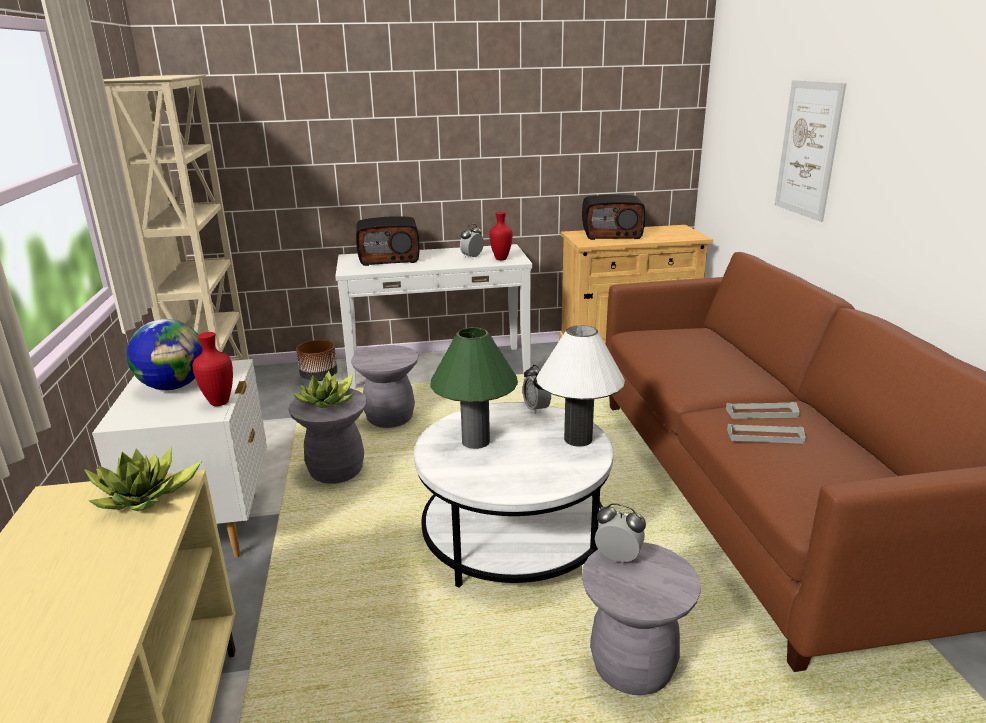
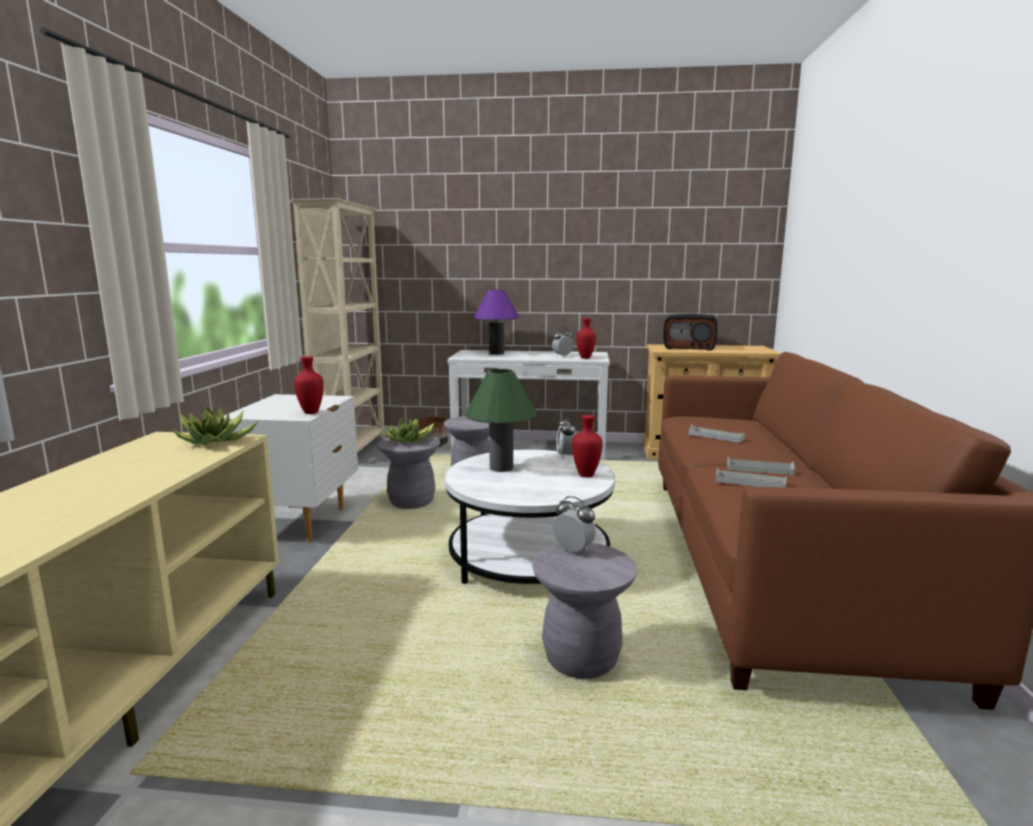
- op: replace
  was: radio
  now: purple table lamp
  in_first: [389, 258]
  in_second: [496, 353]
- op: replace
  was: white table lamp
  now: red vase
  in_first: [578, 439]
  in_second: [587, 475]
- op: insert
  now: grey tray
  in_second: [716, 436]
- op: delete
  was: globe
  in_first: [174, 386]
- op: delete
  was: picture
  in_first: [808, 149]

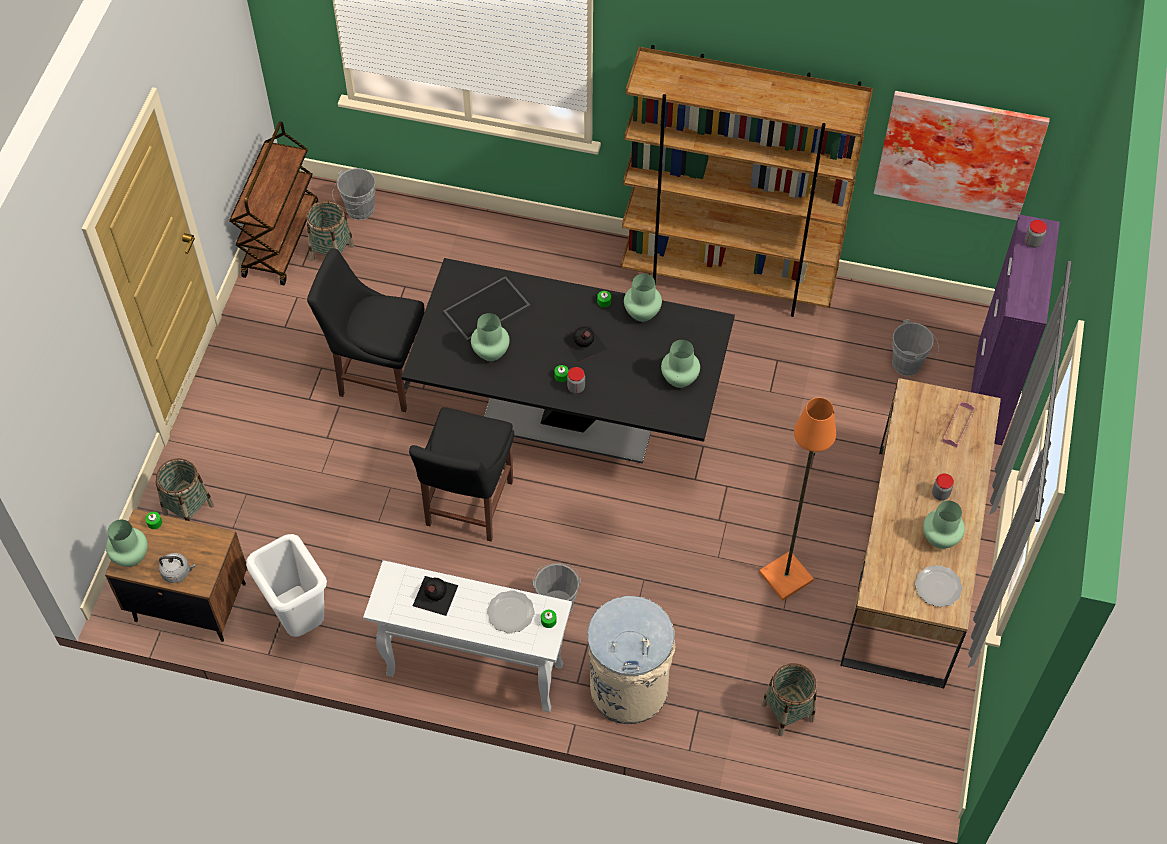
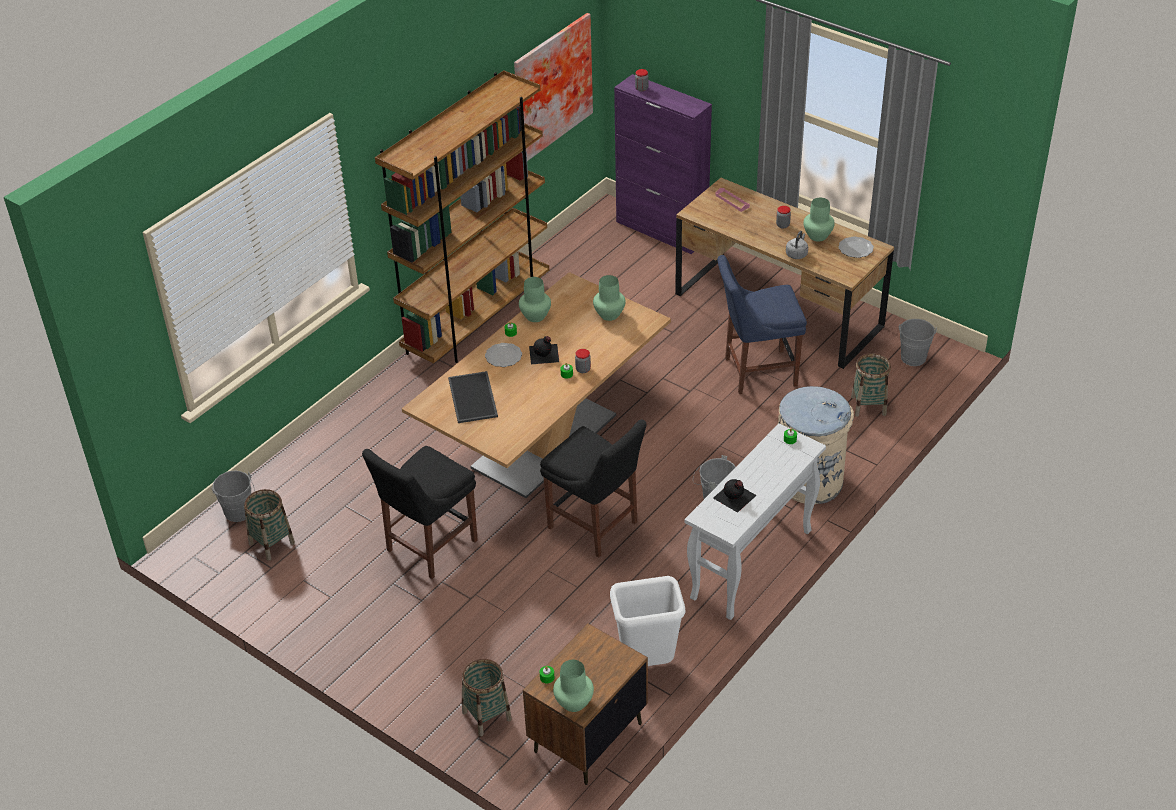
- op: recolor
  was: black dining table
  now: beige dining table
  in_first: [570, 414]
  in_second: [544, 442]
- op: move
  was: plate
  in_first: [511, 613]
  in_second: [504, 356]
- op: replace
  was: orange floor lamp
  now: blue chair
  in_first: [786, 575]
  in_second: [756, 372]
- op: move
  was: grey kettle
  in_first: [178, 572]
  in_second: [797, 254]
- op: move
  was: grey bucket
  in_first: [910, 363]
  in_second: [913, 356]
- op: delete
  was: brown cart
  in_first: [280, 239]
- op: delete
  was: green vase
  in_first: [491, 352]

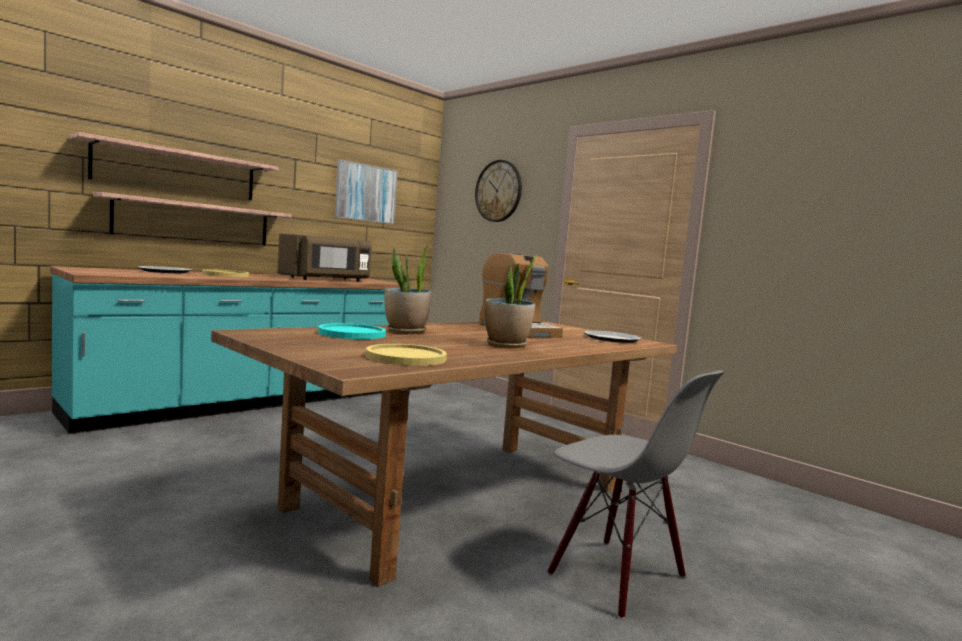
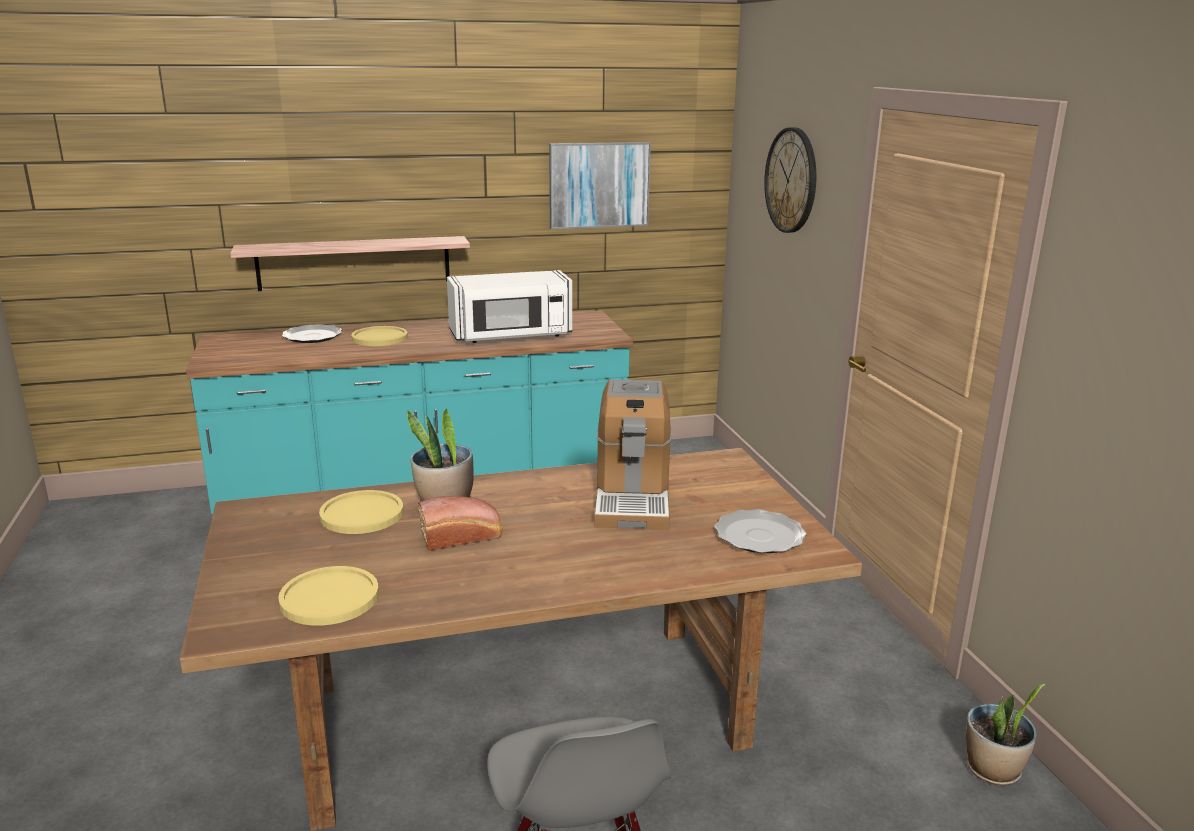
- op: recolor
  was: turquoise plate
  now: yellow plate
  in_first: [352, 333]
  in_second: [362, 514]
- op: insert
  now: bread
  in_second: [462, 537]
- op: recolor
  was: brown microwave
  now: white microwave
  in_first: [326, 279]
  in_second: [511, 336]
- op: move
  was: potted plant
  in_first: [506, 345]
  in_second: [993, 770]
- op: delete
  was: shelf
  in_first: [177, 172]

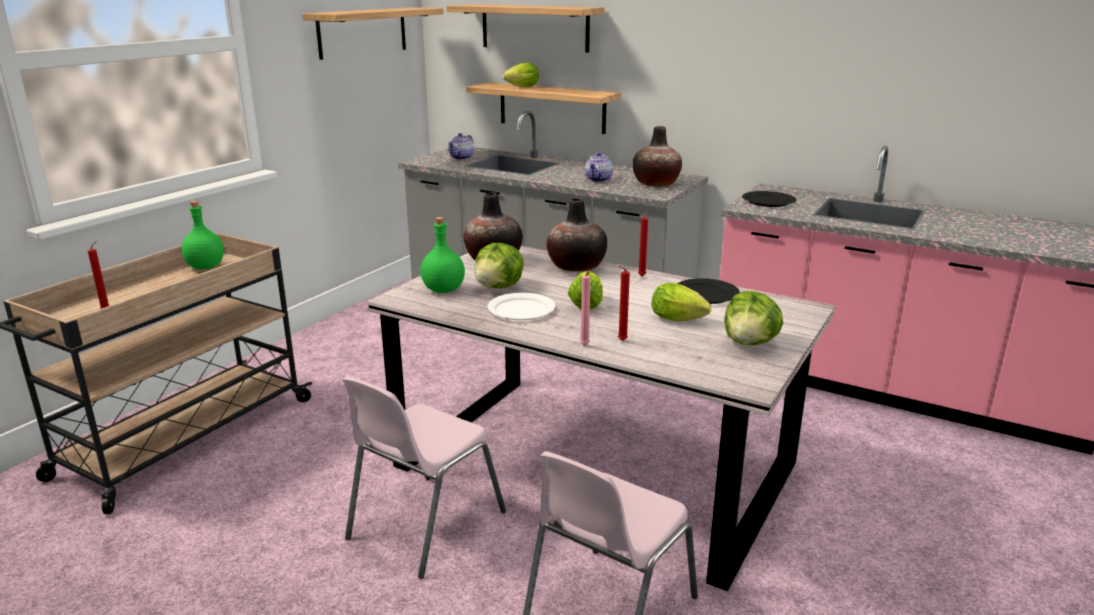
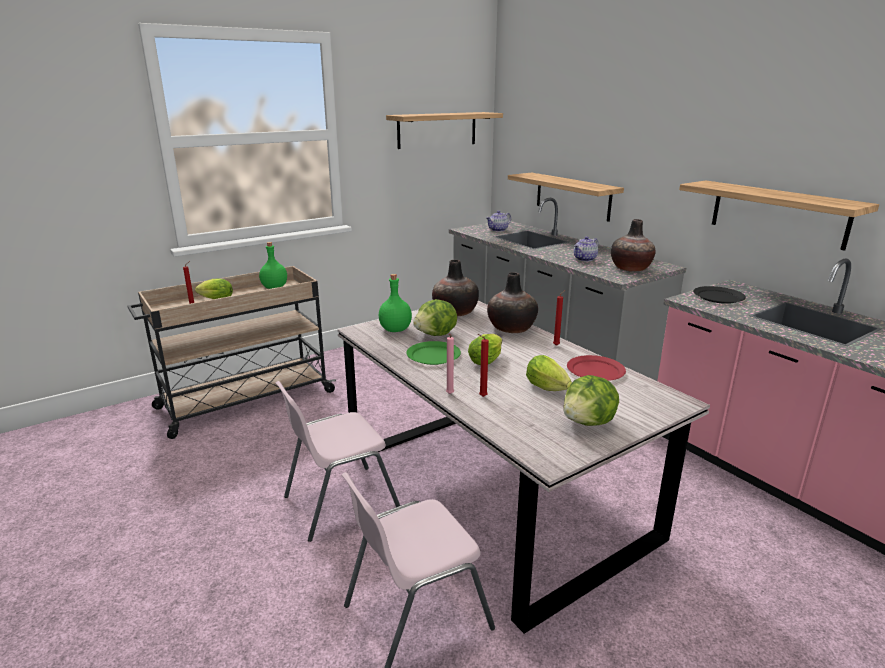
- op: move
  was: lettuce
  in_first: [520, 87]
  in_second: [215, 300]
- op: recolor
  was: white plate
  now: green plate
  in_first: [522, 310]
  in_second: [433, 355]
- op: recolor
  was: black plate
  now: red plate
  in_first: [706, 294]
  in_second: [595, 371]
- op: move
  was: shelf
  in_first: [534, 27]
  in_second: [778, 213]

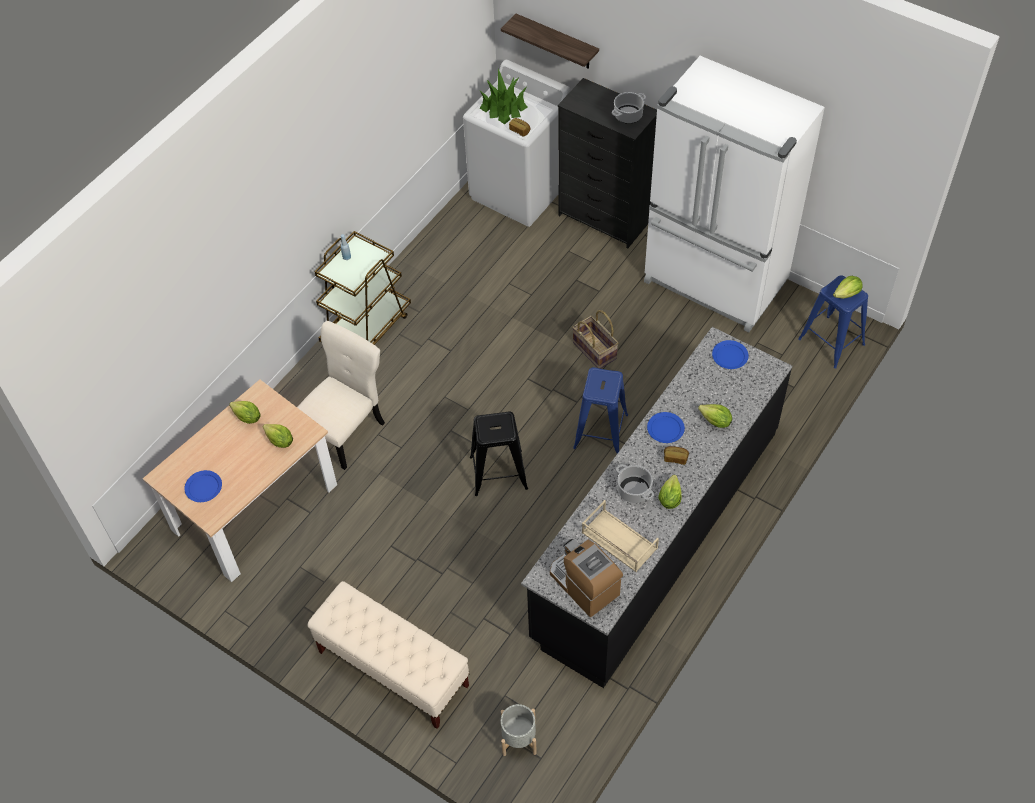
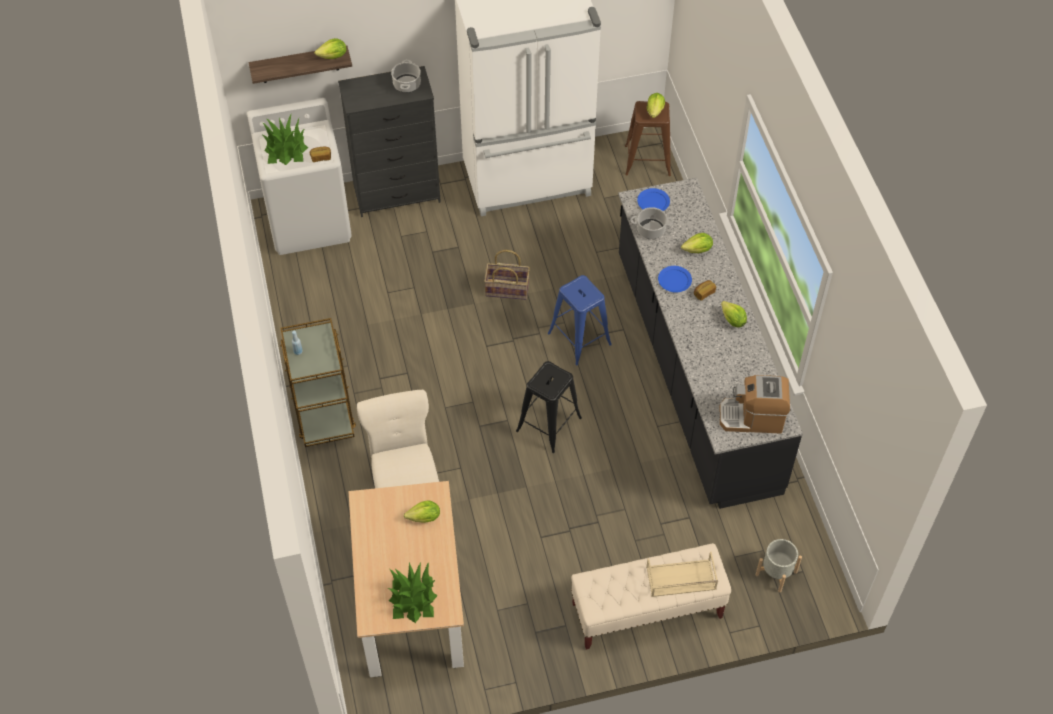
- op: move
  was: lettuce
  in_first: [247, 418]
  in_second: [333, 57]
- op: replace
  was: blue plate
  now: potted plant
  in_first: [204, 487]
  in_second: [413, 598]
- op: recolor
  was: blue stool
  now: brown stool
  in_first: [831, 341]
  in_second: [647, 160]
- op: move
  was: cooking pot
  in_first: [634, 490]
  in_second: [651, 230]
- op: move
  was: beige tray
  in_first: [618, 540]
  in_second: [680, 579]

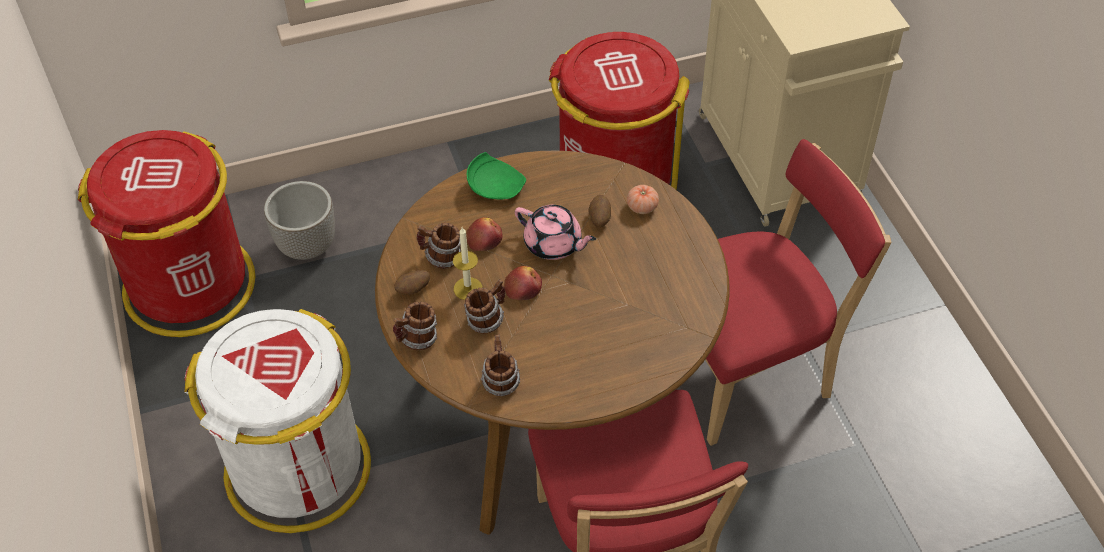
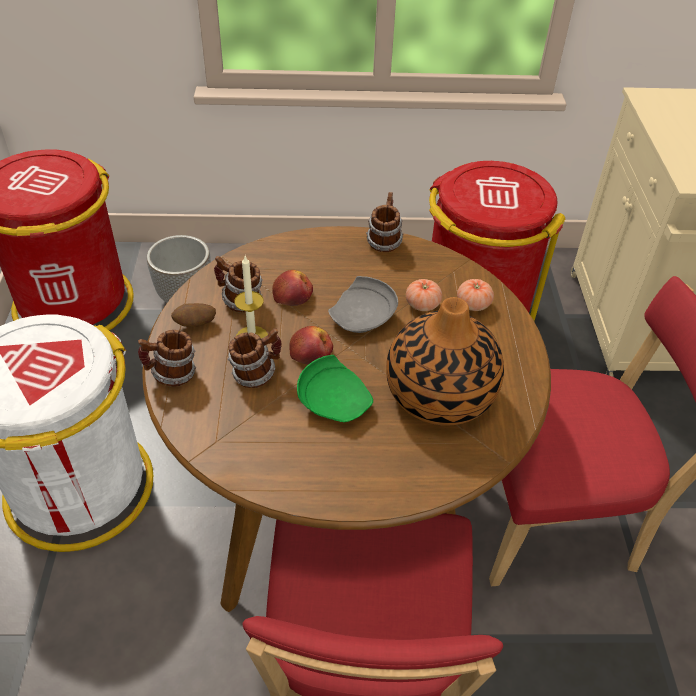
- op: move
  was: green plate
  in_first: [496, 186]
  in_second: [335, 401]
- op: replace
  was: pink teapot
  now: grey plate
  in_first: [554, 244]
  in_second: [363, 317]
- op: move
  was: mug
  in_first: [500, 381]
  in_second: [384, 241]
- op: insert
  now: vase
  in_second: [440, 394]
- op: replace
  was: potato
  now: tomato
  in_first: [599, 219]
  in_second: [422, 304]

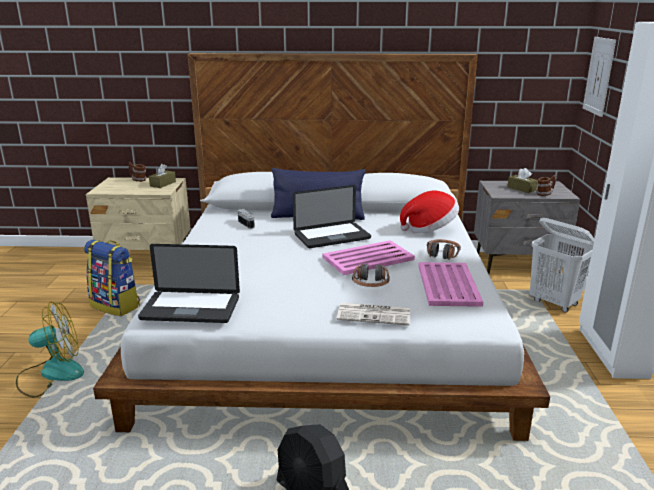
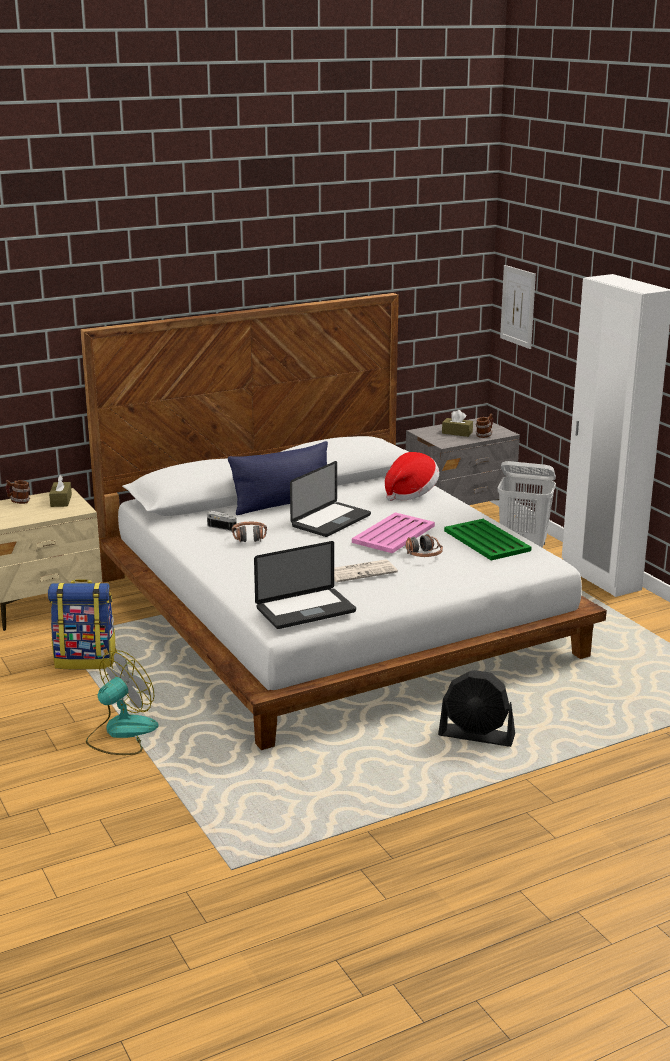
- op: move
  was: headphones
  in_first: [442, 254]
  in_second: [249, 537]
- op: move
  was: newspaper
  in_first: [375, 314]
  in_second: [361, 571]
- op: recolor
  was: pink tray
  now: green tray
  in_first: [448, 284]
  in_second: [486, 540]

